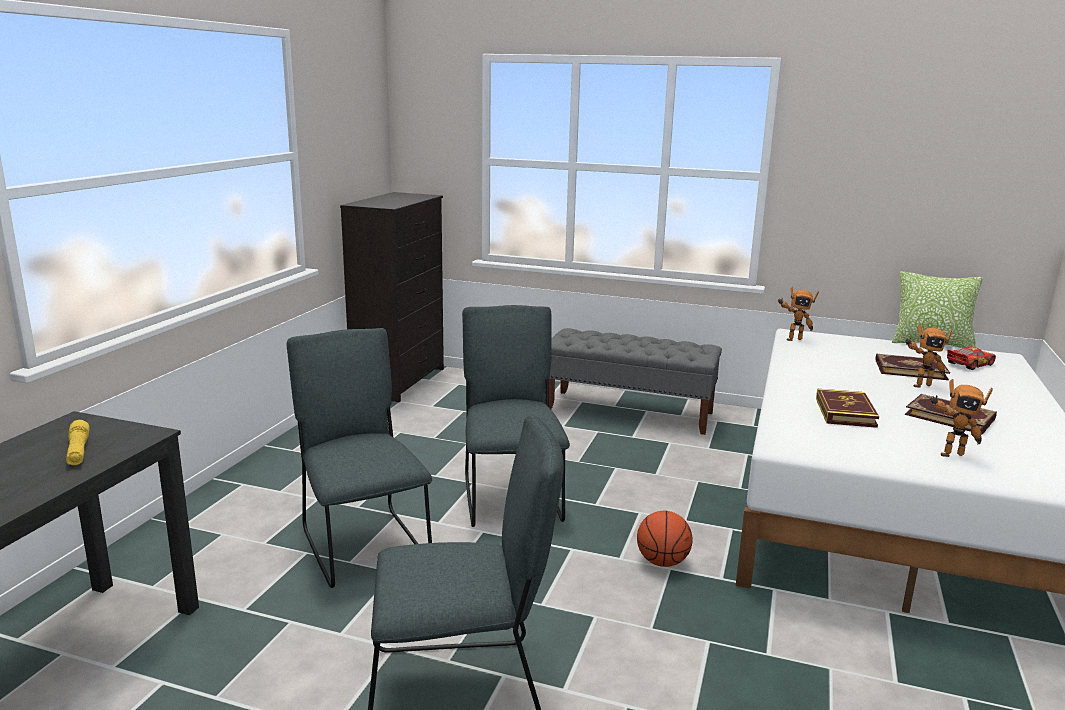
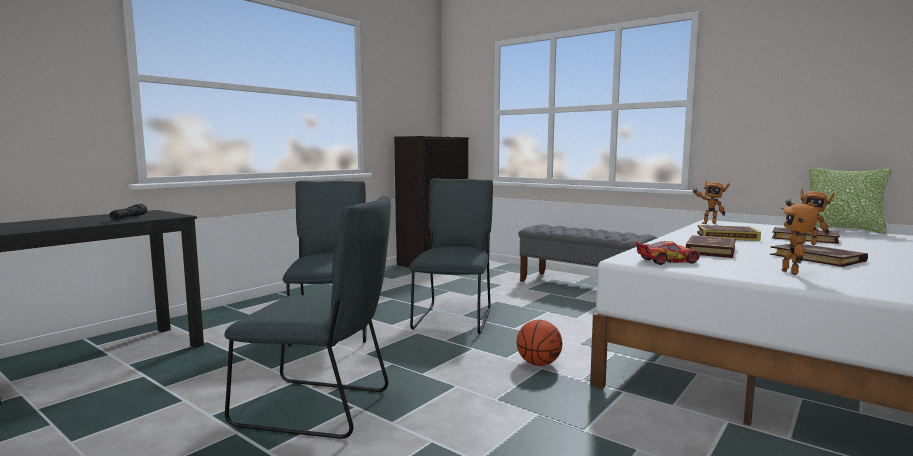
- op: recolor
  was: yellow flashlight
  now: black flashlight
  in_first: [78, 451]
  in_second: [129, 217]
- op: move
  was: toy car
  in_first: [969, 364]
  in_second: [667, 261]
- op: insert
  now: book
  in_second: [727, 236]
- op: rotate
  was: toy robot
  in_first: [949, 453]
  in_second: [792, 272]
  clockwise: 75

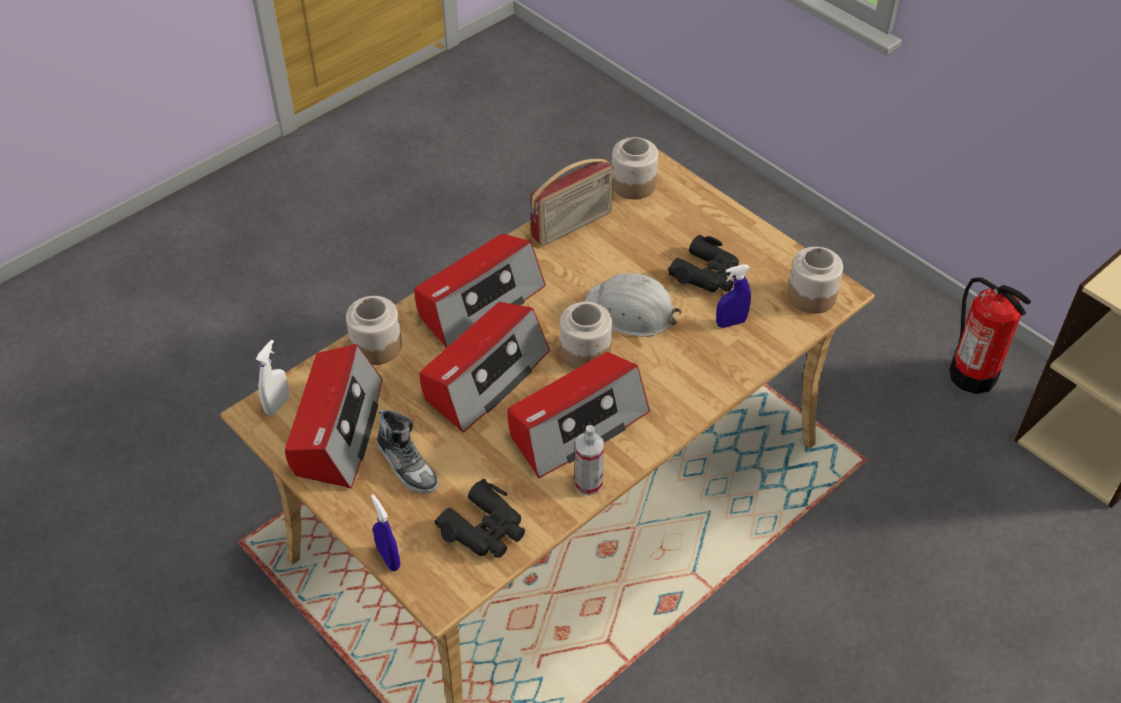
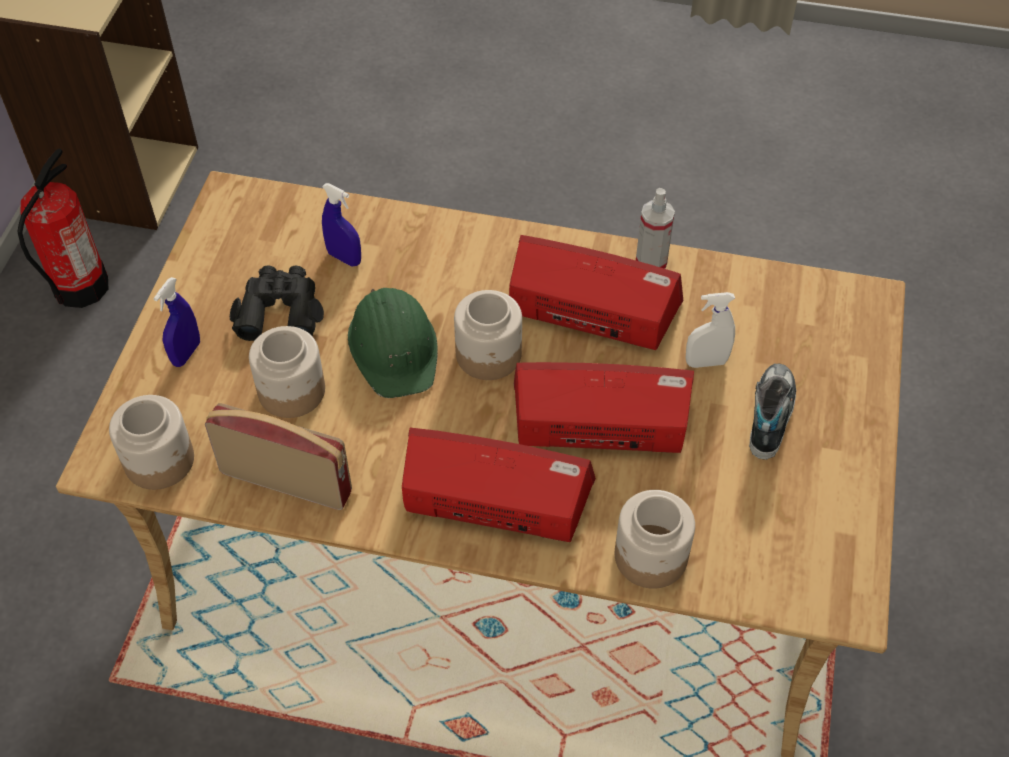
- op: move
  was: blue spray bottle
  in_first: [388, 558]
  in_second: [186, 353]
- op: move
  was: jar
  in_first: [811, 295]
  in_second: [291, 391]
- op: recolor
  was: white hard hat
  now: green hard hat
  in_first: [630, 311]
  in_second: [394, 347]
- op: move
  was: white spray bottle
  in_first: [277, 405]
  in_second: [706, 362]
- op: delete
  was: radio
  in_first: [337, 429]
- op: delete
  was: black binoculars
  in_first: [485, 529]

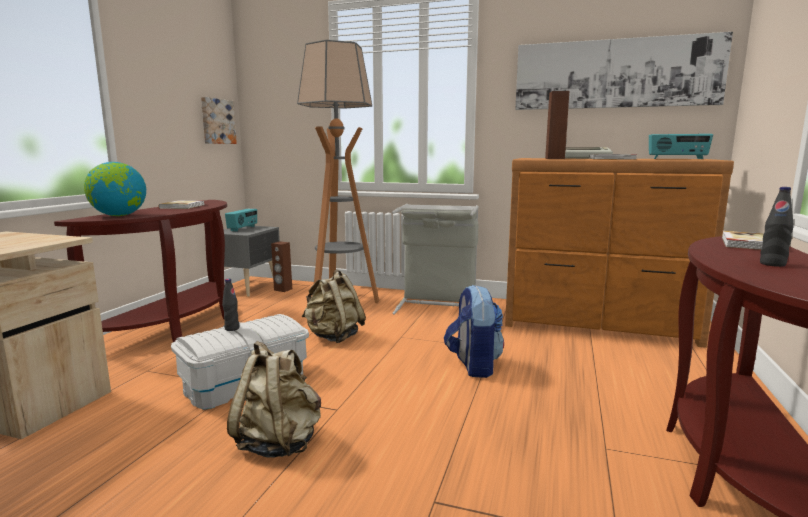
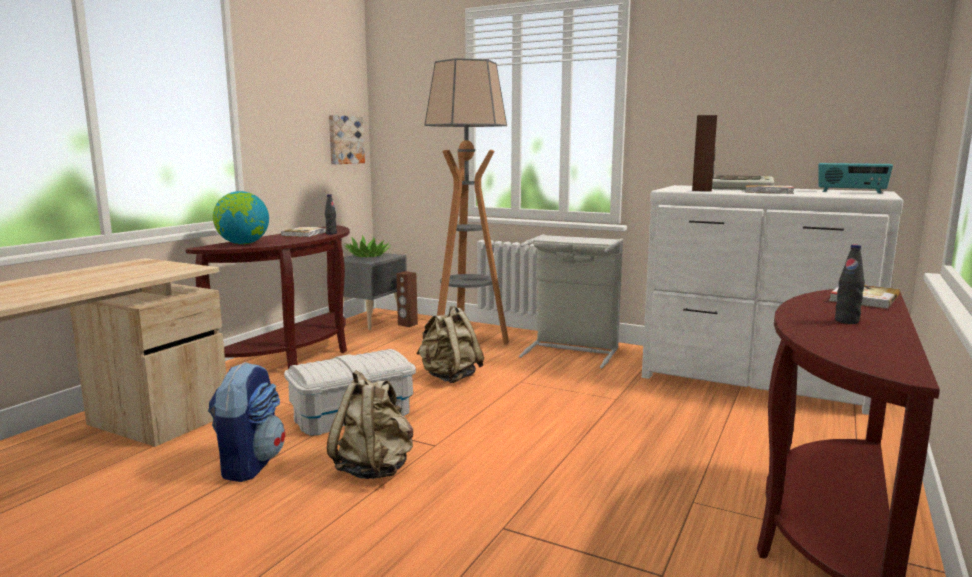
- op: move
  was: backpack
  in_first: [473, 365]
  in_second: [249, 464]
- op: move
  was: black bottle
  in_first: [232, 328]
  in_second: [331, 233]
- op: replace
  was: radio
  now: potted plant
  in_first: [243, 228]
  in_second: [368, 256]
- op: recolor
  was: brown dresser
  now: white dresser
  in_first: [598, 323]
  in_second: [754, 380]
- op: delete
  was: picture
  in_first: [615, 74]

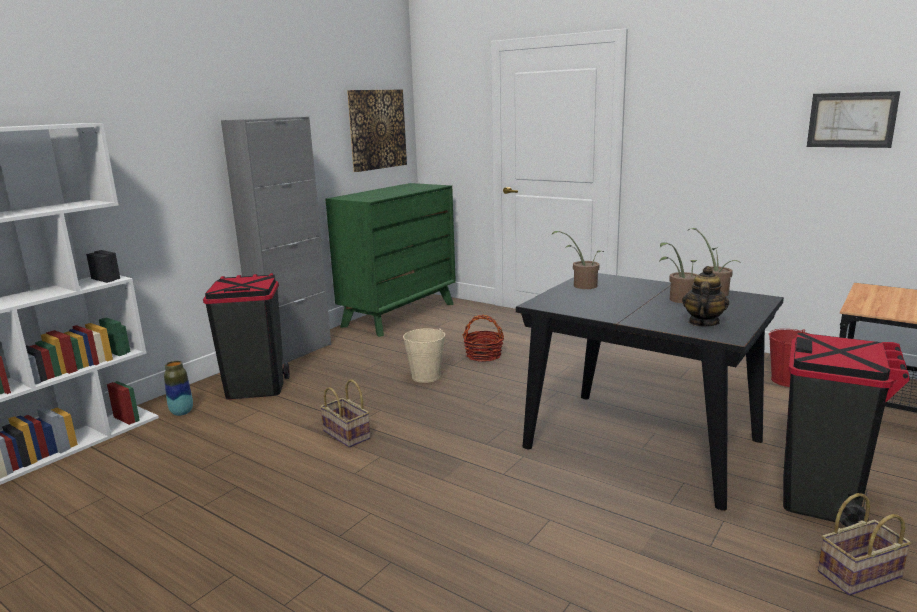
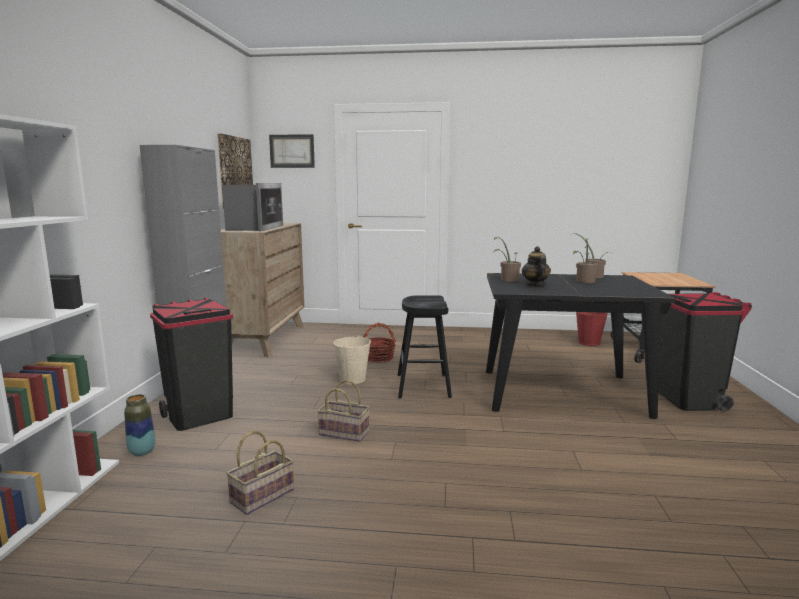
- op: recolor
  was: green dresser
  now: brown dresser
  in_first: [399, 315]
  in_second: [265, 339]
- op: insert
  now: microwave
  in_second: [255, 228]
- op: move
  was: basket
  in_first: [859, 576]
  in_second: [261, 497]
- op: move
  was: picture
  in_first: [851, 120]
  in_second: [292, 151]
- op: insert
  now: black stool
  in_second: [423, 386]
- op: move
  was: teapot
  in_first: [703, 323]
  in_second: [535, 285]

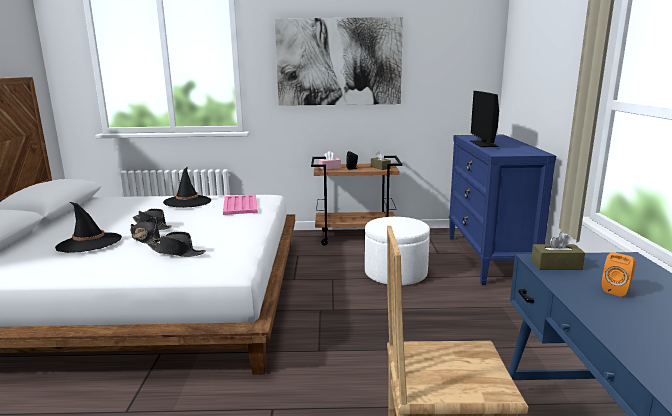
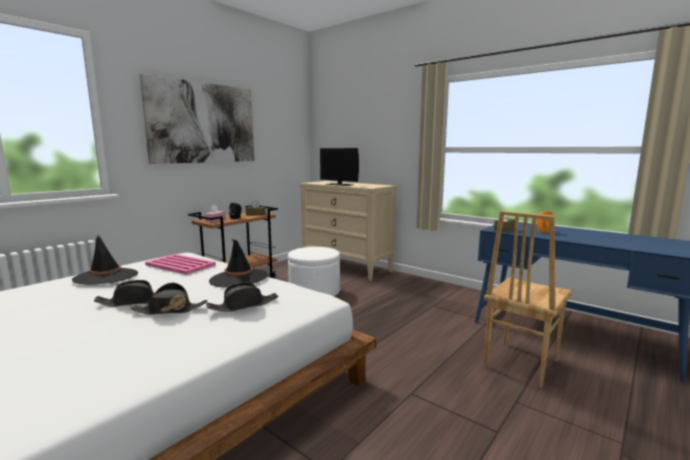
- op: move
  was: black hat
  in_first: [89, 243]
  in_second: [238, 278]
- op: recolor
  was: blue dresser
  now: beige dresser
  in_first: [488, 258]
  in_second: [347, 267]

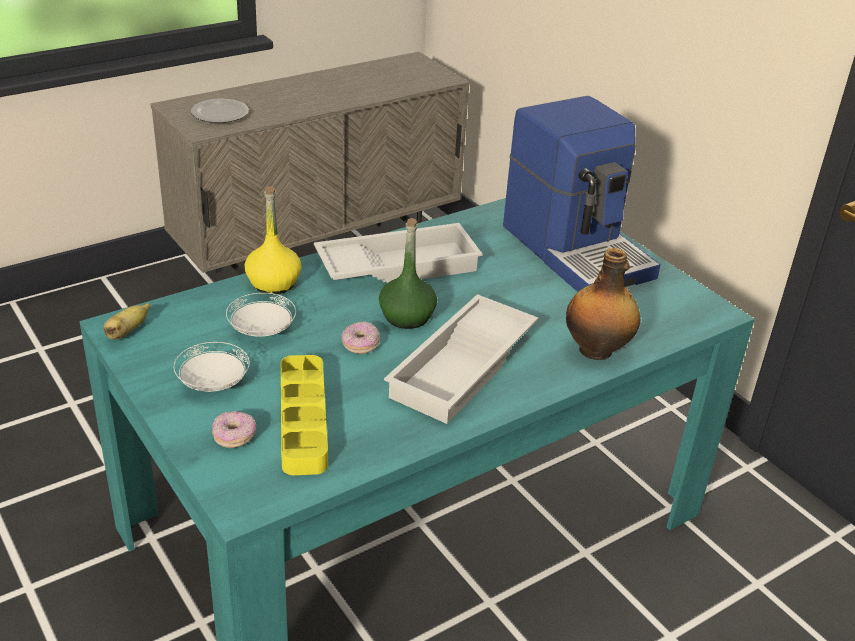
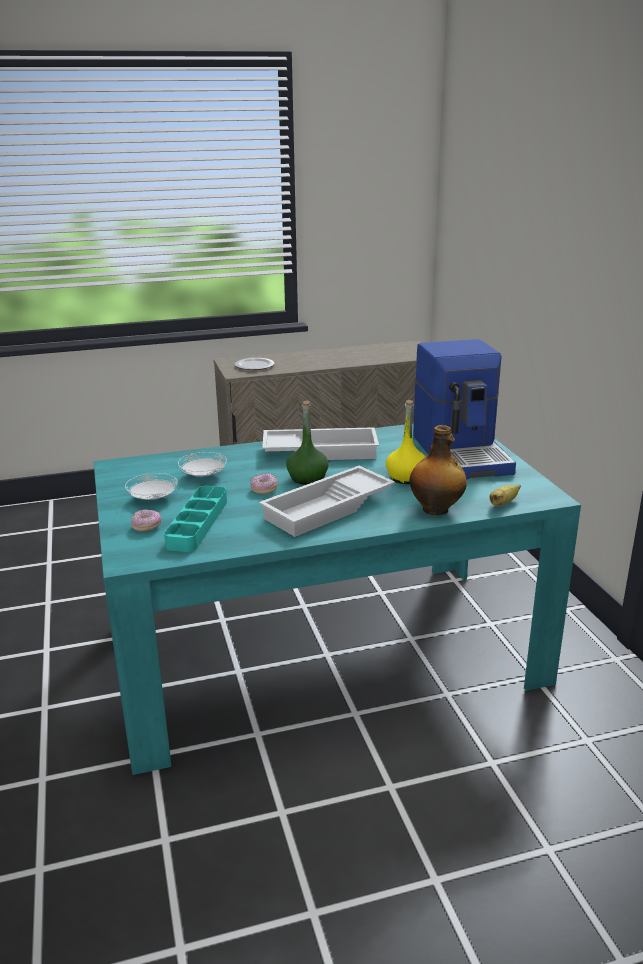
- op: recolor
  was: yellow tray
  now: turquoise tray
  in_first: [303, 419]
  in_second: [197, 523]
- op: move
  was: yellow bottle
  in_first: [274, 283]
  in_second: [406, 477]
- op: move
  was: banana
  in_first: [127, 332]
  in_second: [503, 503]

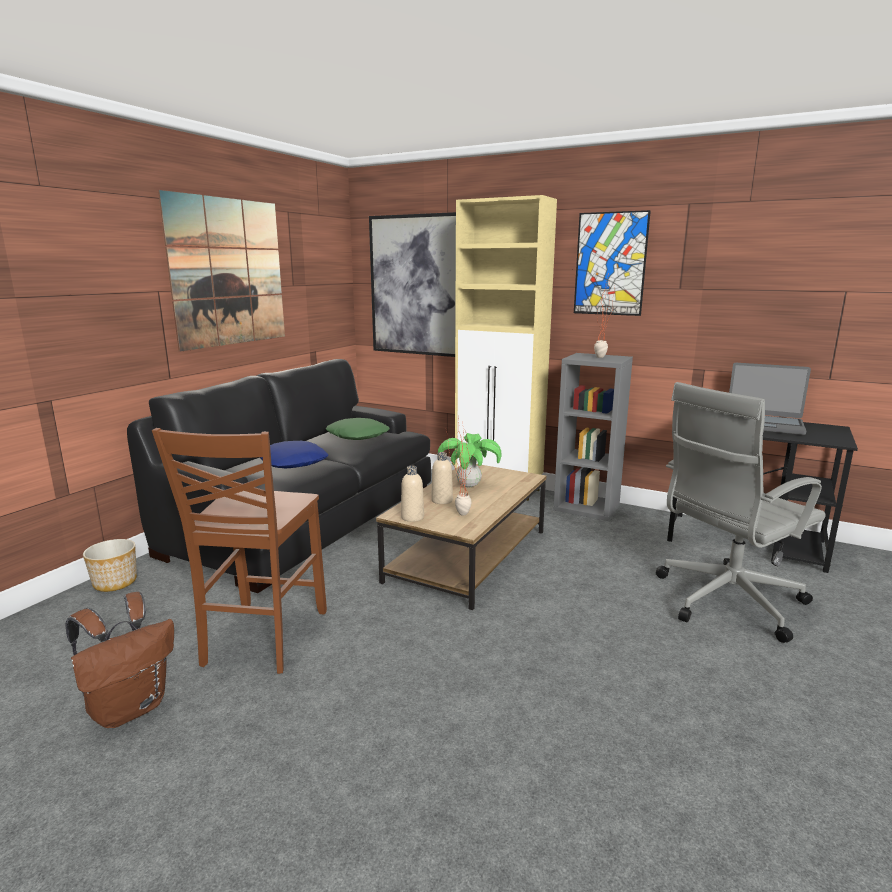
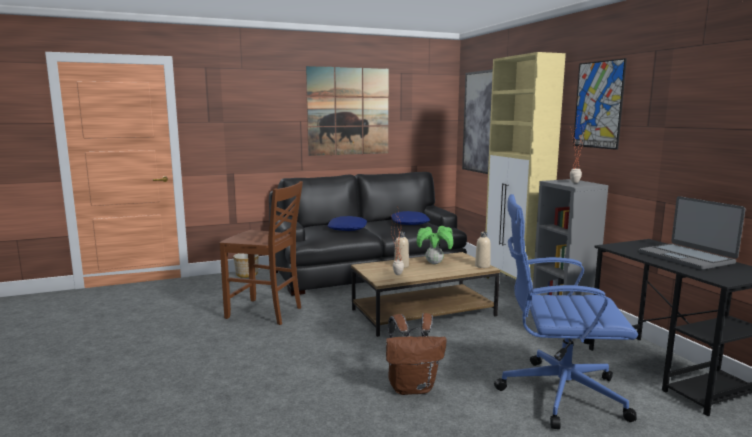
- op: rotate
  was: brown chair
  in_first: [262, 638]
  in_second: [266, 313]
  clockwise: -120
- op: move
  was: brown backpack
  in_first: [130, 707]
  in_second: [412, 387]
- op: recolor
  was: green pillow
  now: blue pillow
  in_first: [358, 435]
  in_second: [410, 223]
- op: move
  was: beige bottle
  in_first: [412, 517]
  in_second: [482, 266]
- op: recolor
  was: grey office chair
  now: blue office chair
  in_first: [725, 601]
  in_second: [558, 393]

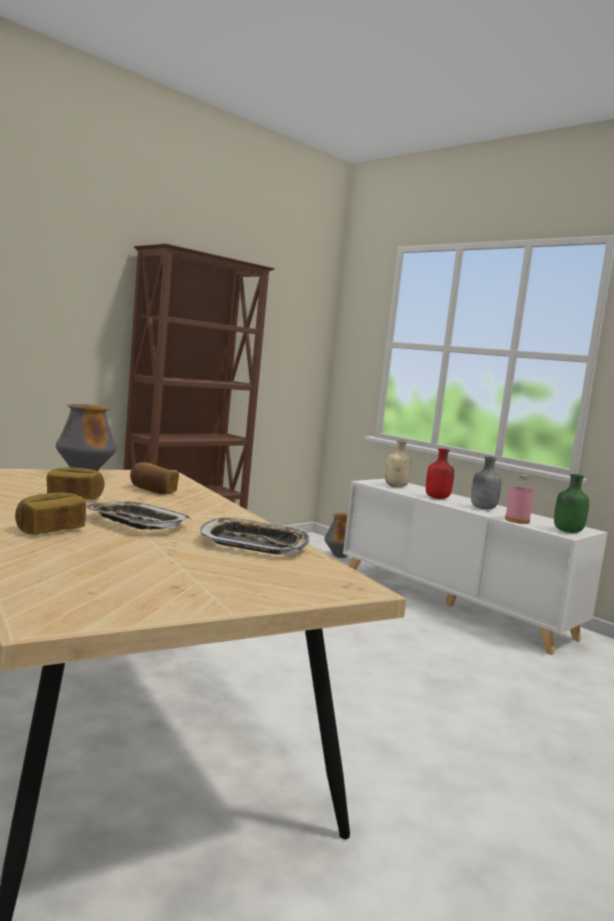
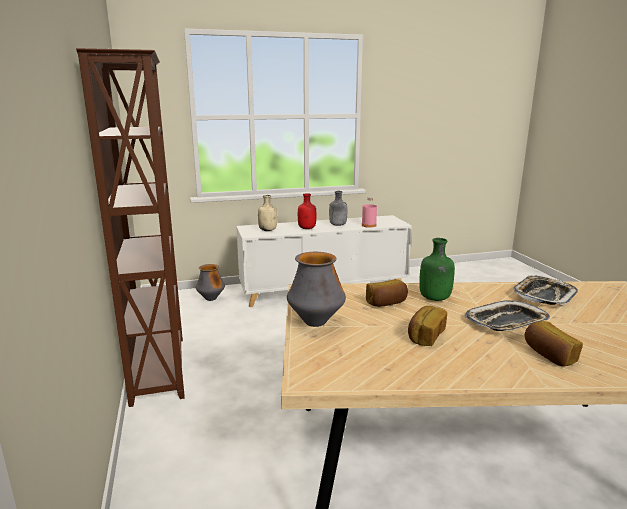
- op: move
  was: green bottle
  in_first: [567, 531]
  in_second: [434, 298]

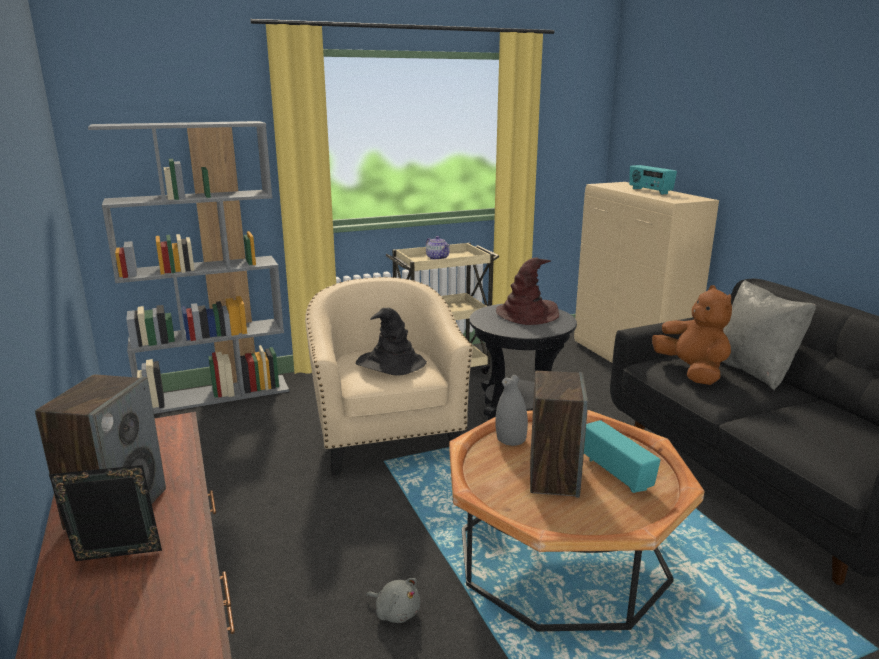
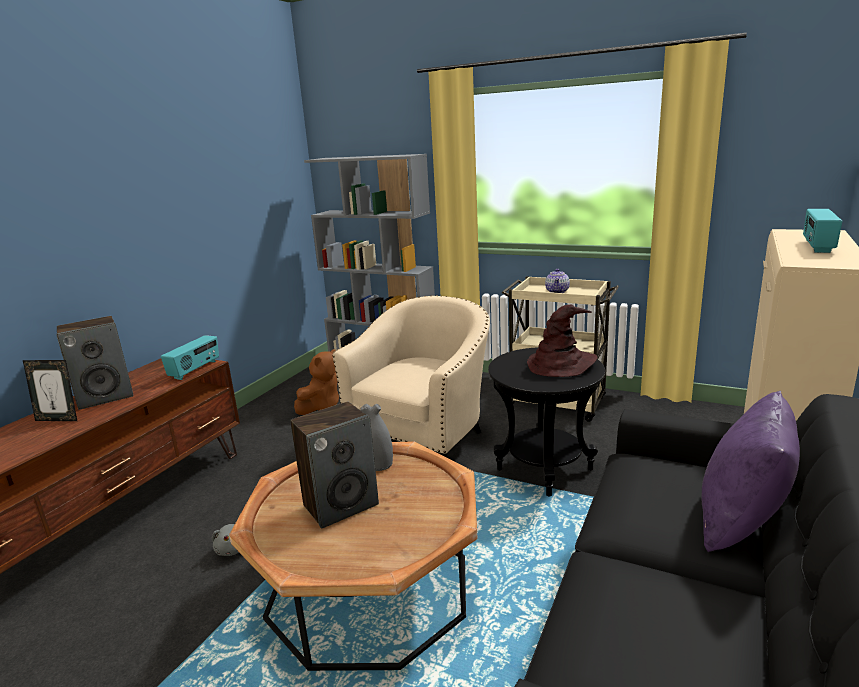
- op: rotate
  was: picture frame
  in_first: [117, 560]
  in_second: [58, 419]
  clockwise: 150
- op: move
  was: radio
  in_first: [617, 474]
  in_second: [195, 370]
- op: move
  was: brown plush toy
  in_first: [692, 372]
  in_second: [321, 407]
- op: recolor
  was: grey pillow
  now: purple pillow
  in_first: [753, 371]
  in_second: [741, 521]
- op: delete
  was: black hat
  in_first: [390, 364]

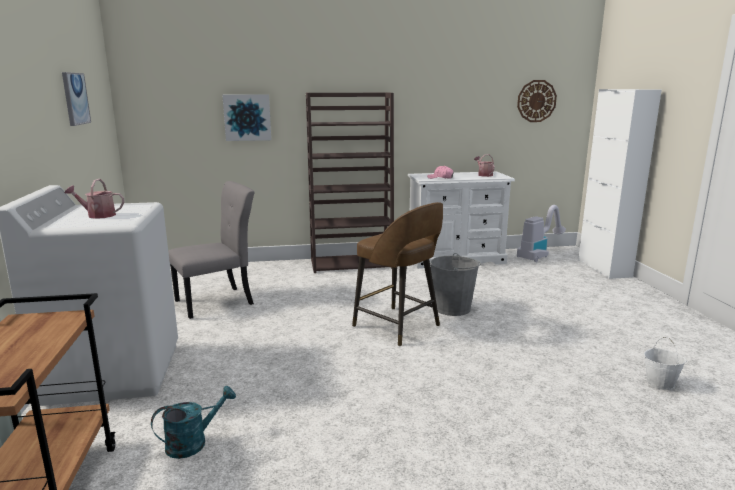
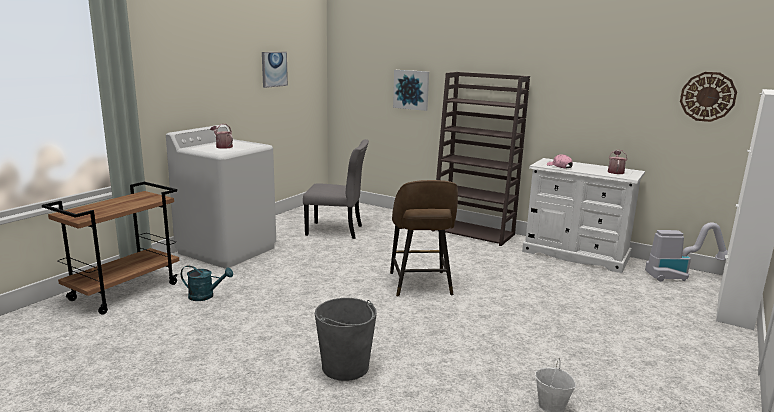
- op: move
  was: grey bucket
  in_first: [452, 308]
  in_second: [345, 367]

